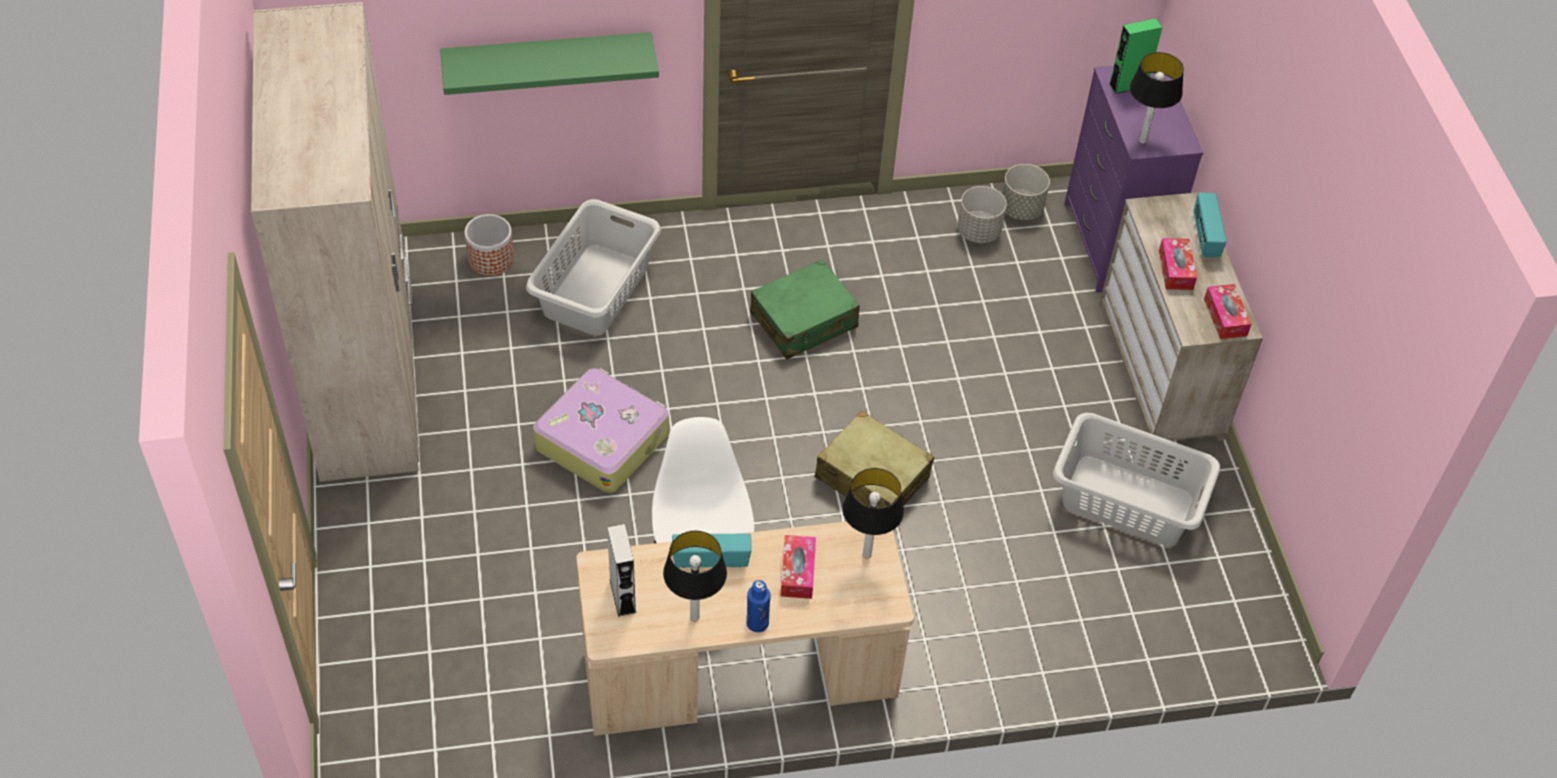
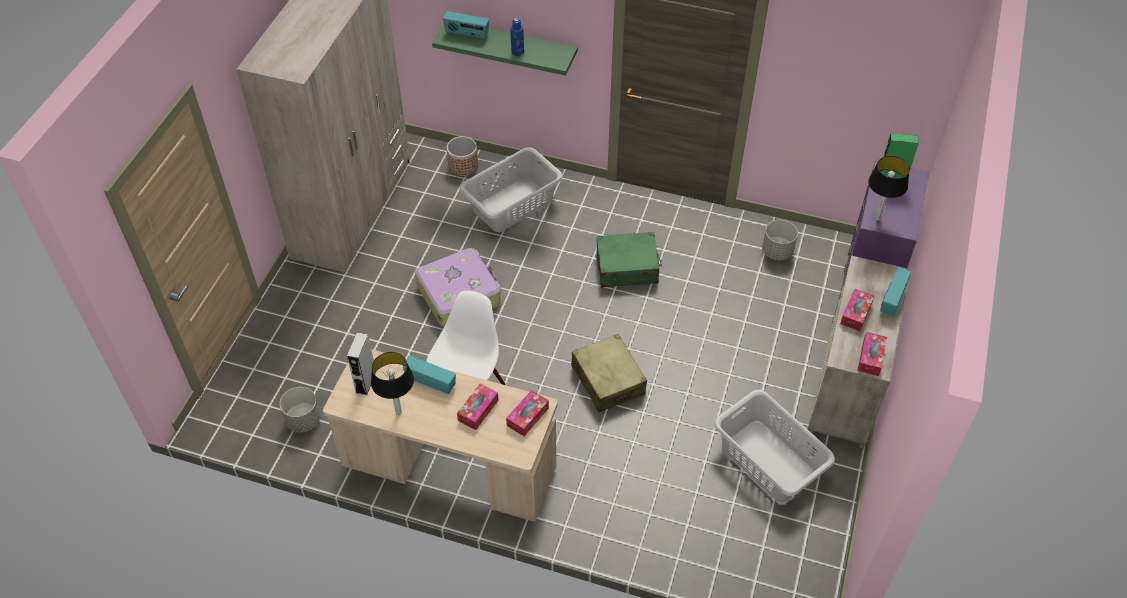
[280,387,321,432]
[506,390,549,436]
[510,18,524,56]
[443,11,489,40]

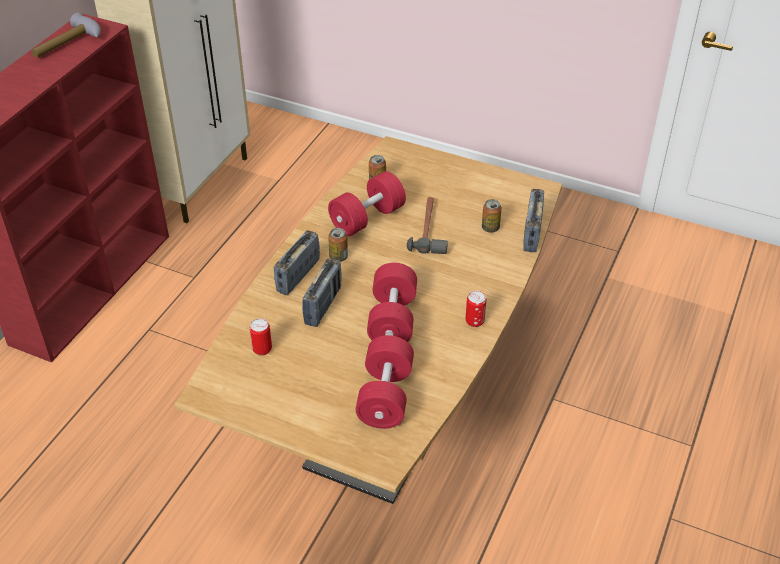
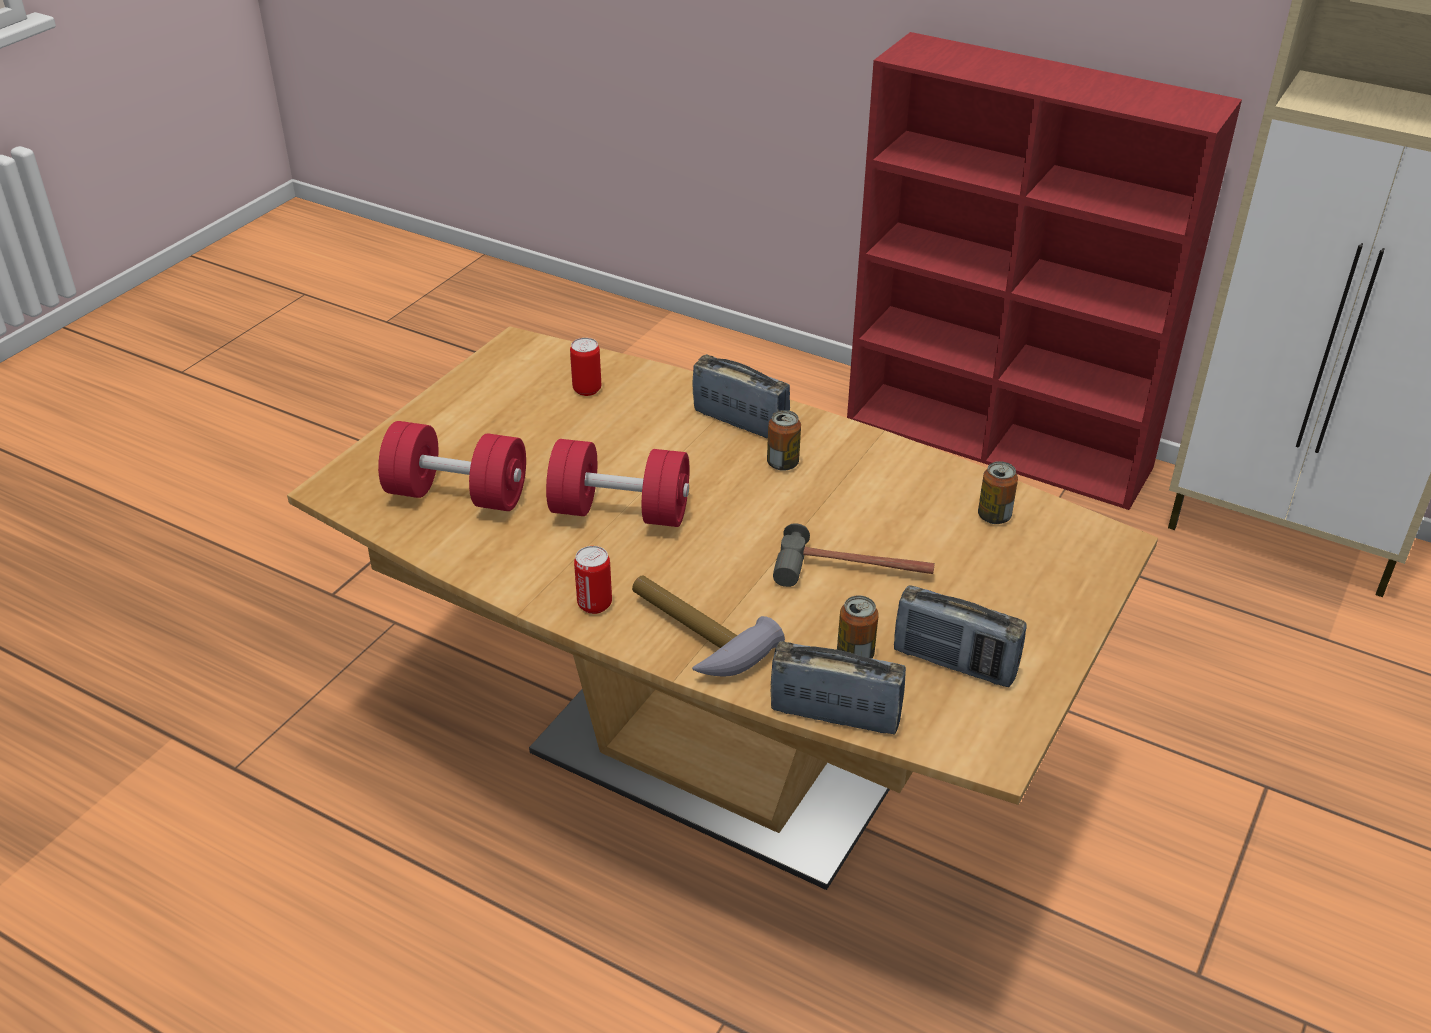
[632,575,785,677]
[328,171,406,236] (first image)
[894,585,1027,687]

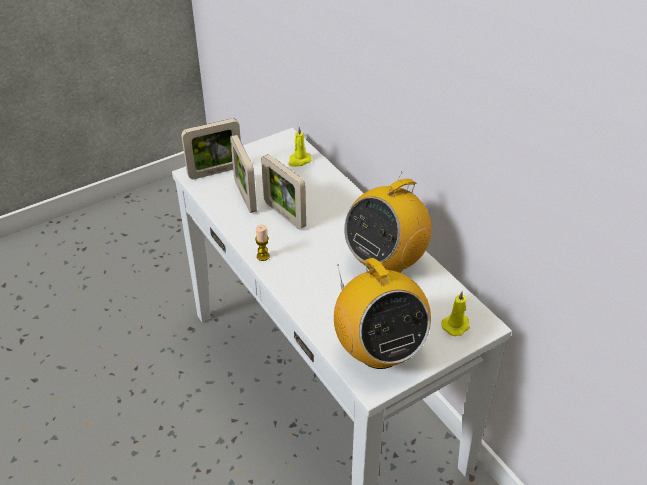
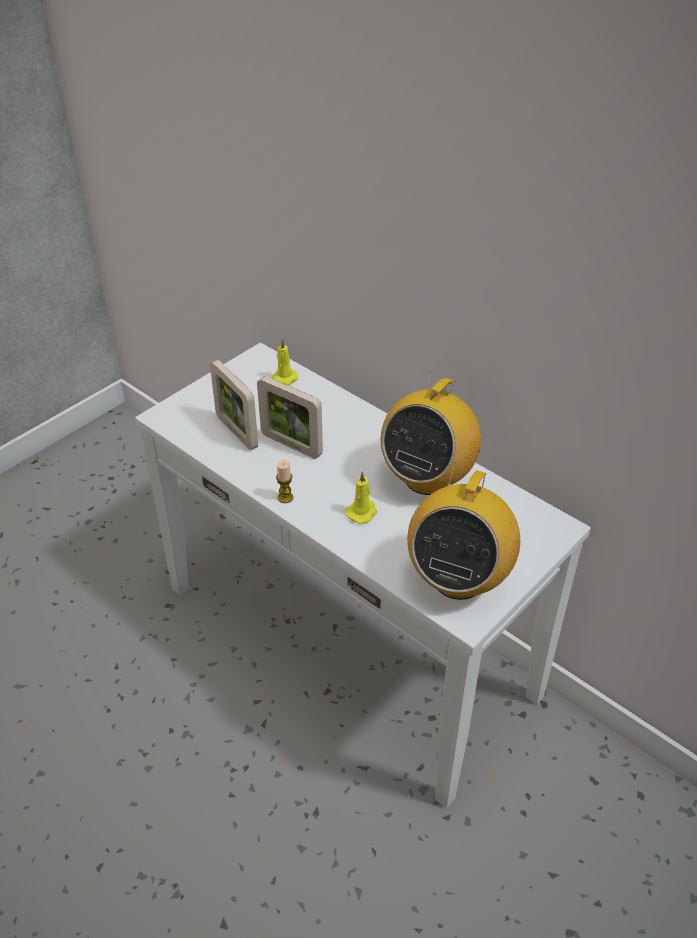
[181,118,241,179] (first image)
[407,462,520,600]
[346,471,377,524]

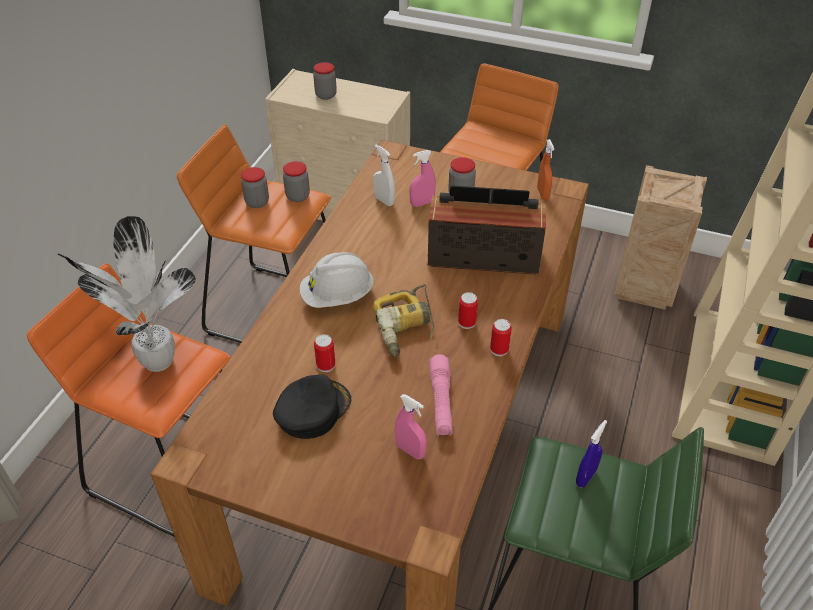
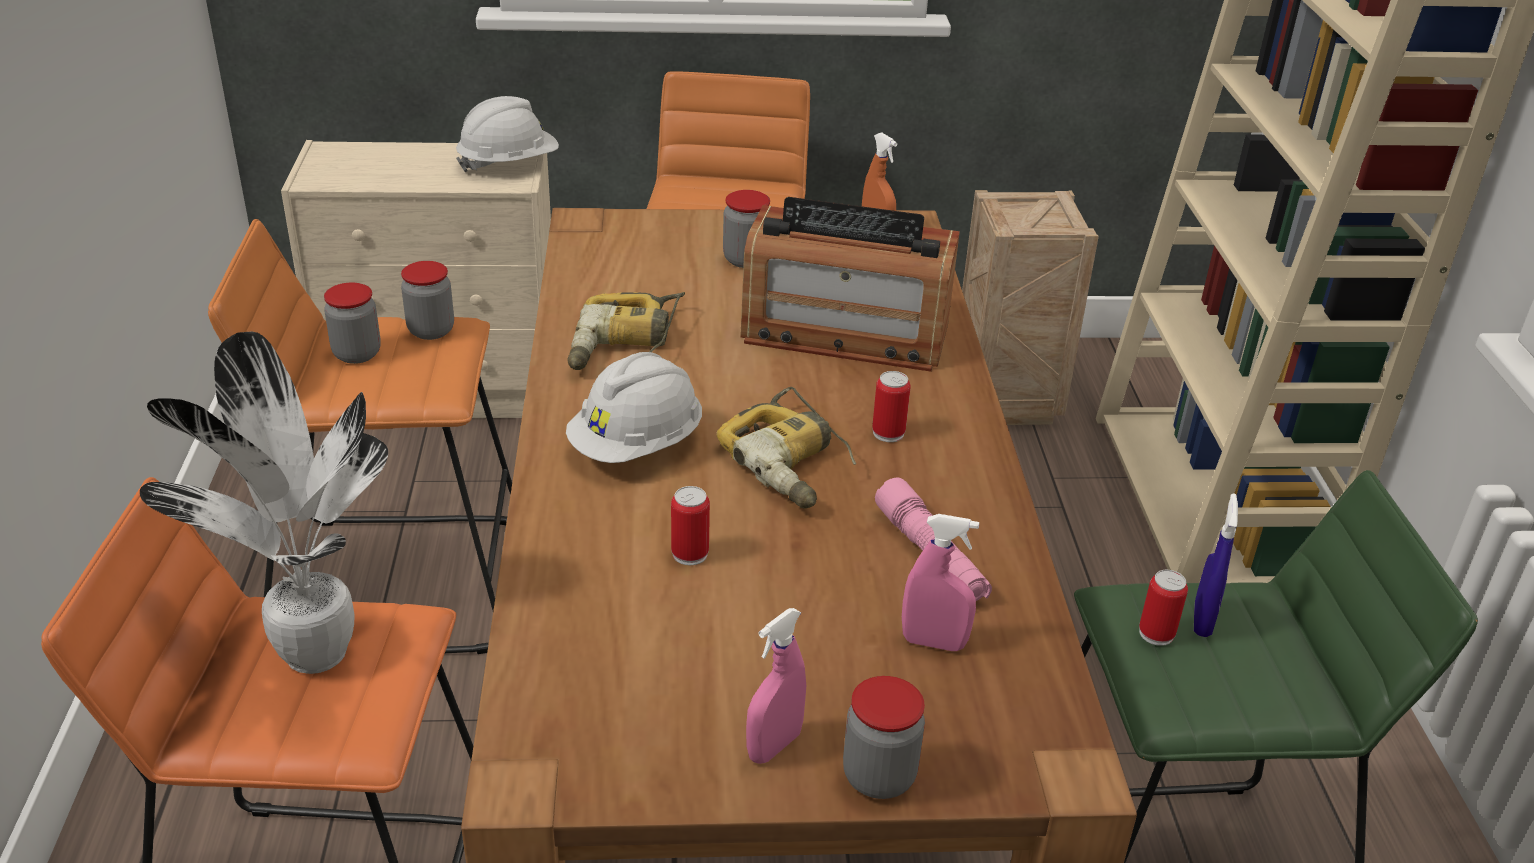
[843,676,925,799]
[373,145,395,206] (first image)
[746,608,806,764]
[740,197,960,372]
[1139,570,1188,646]
[273,374,351,439] (first image)
[456,96,559,172]
[567,292,685,370]

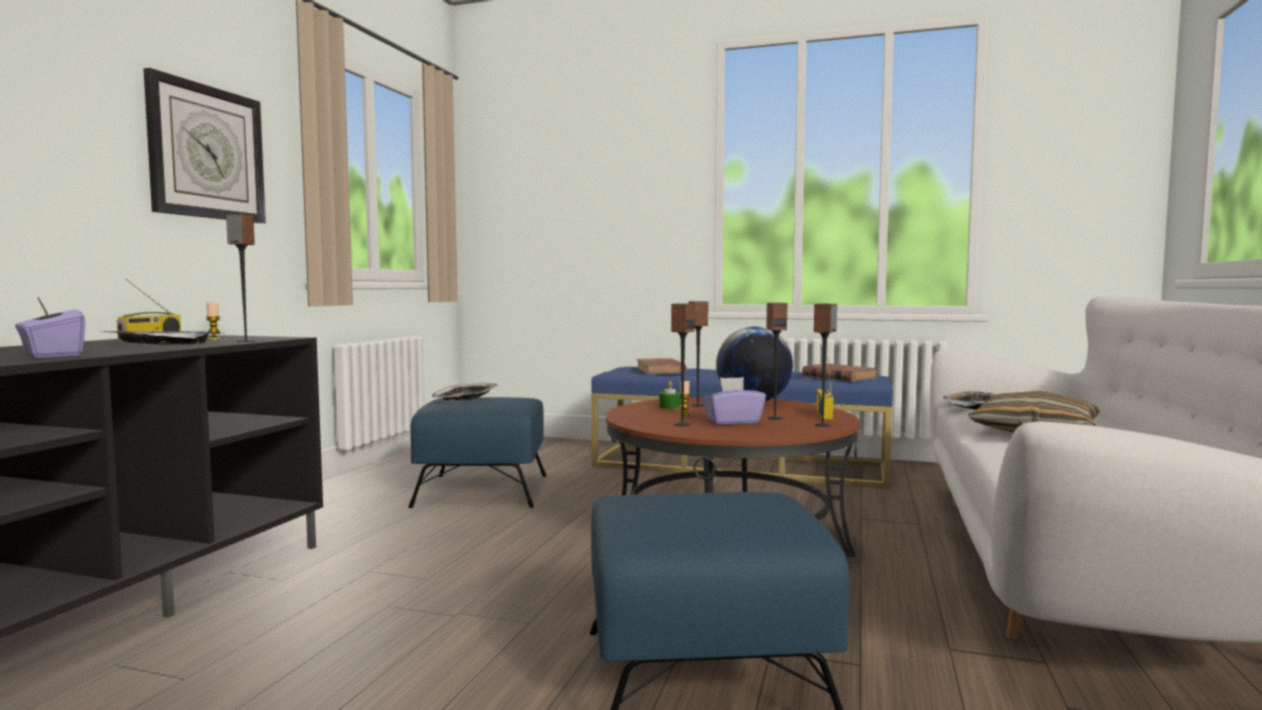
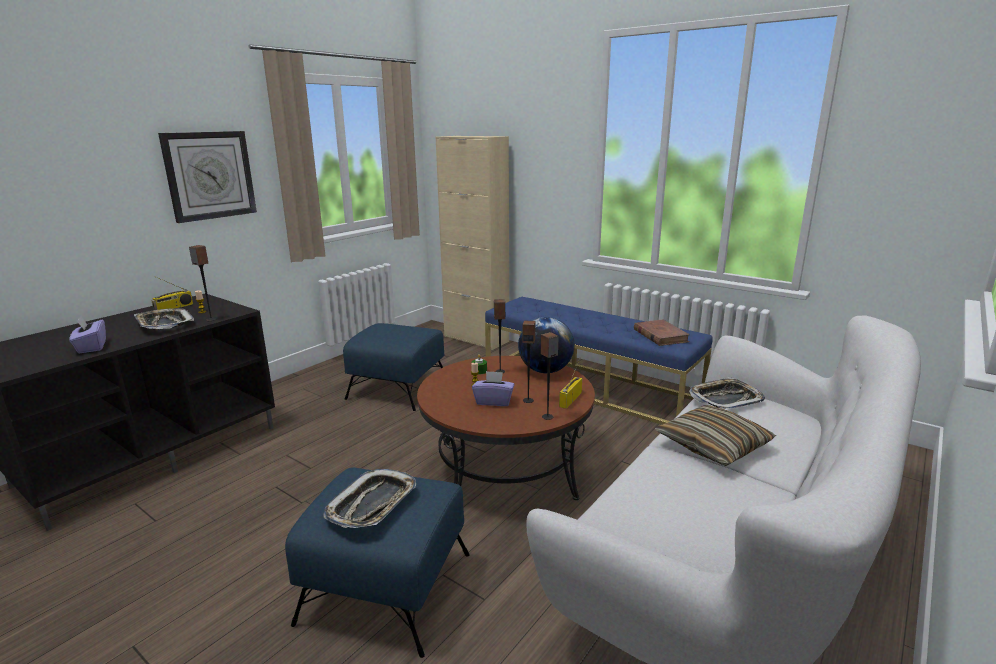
[671,303,695,426] (first image)
[636,358,687,374] (first image)
[323,469,416,528]
[436,136,509,350]

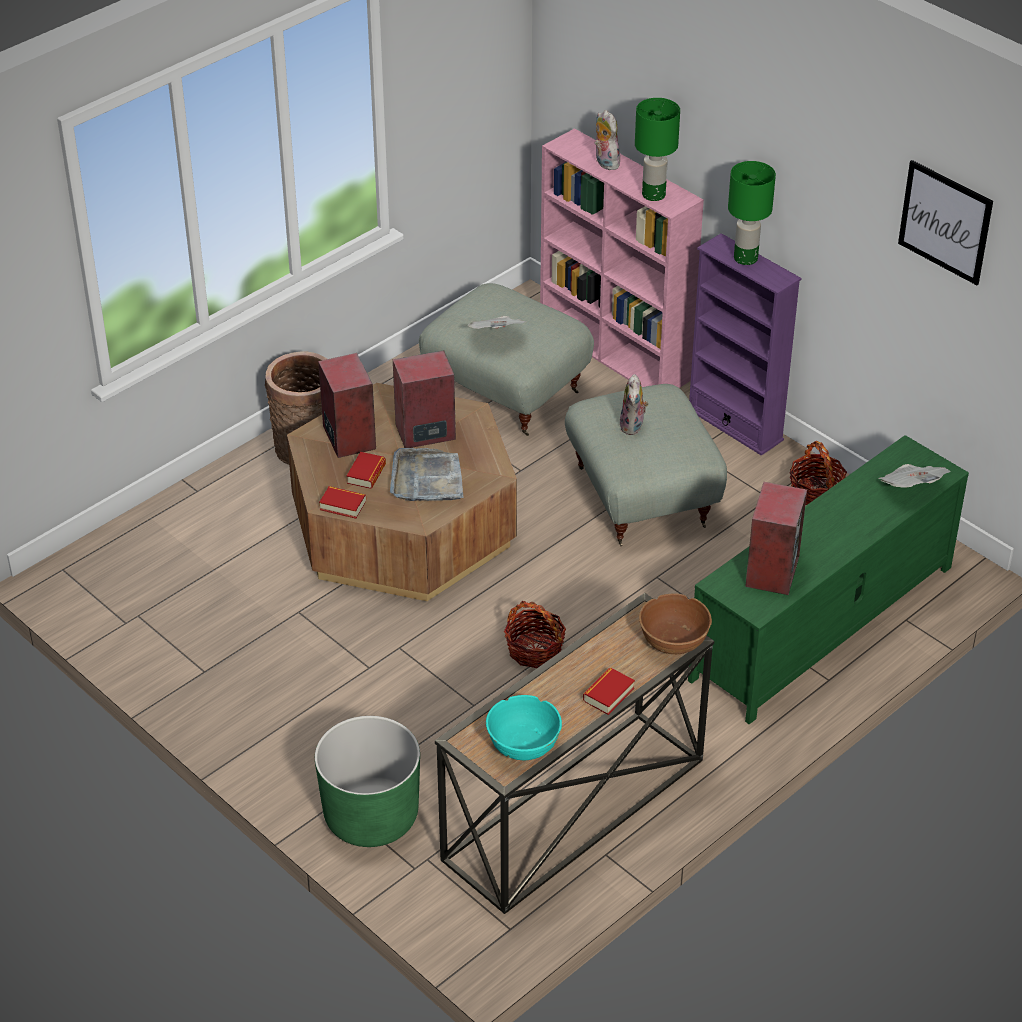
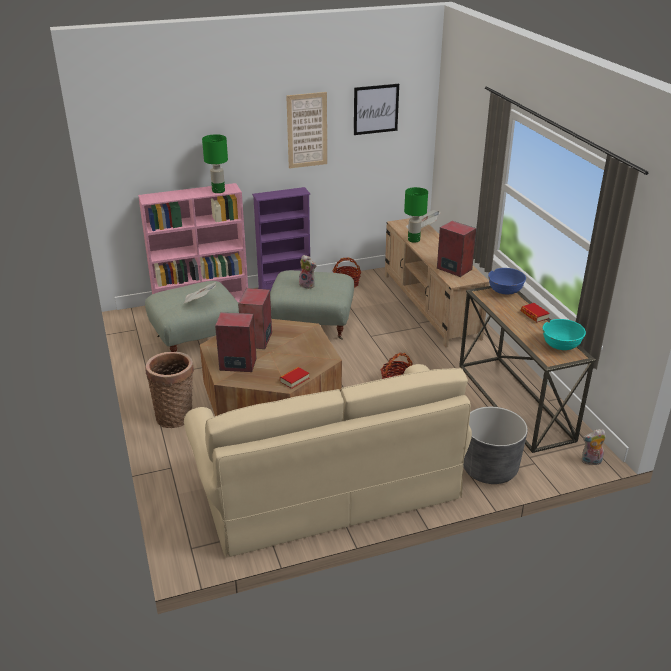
[582,429,606,465]
[404,187,428,243]
[385,218,490,347]
[390,448,464,501] (first image)
[347,452,386,489] (first image)
[488,268,526,294]
[463,407,528,484]
[286,92,327,169]
[184,364,472,558]

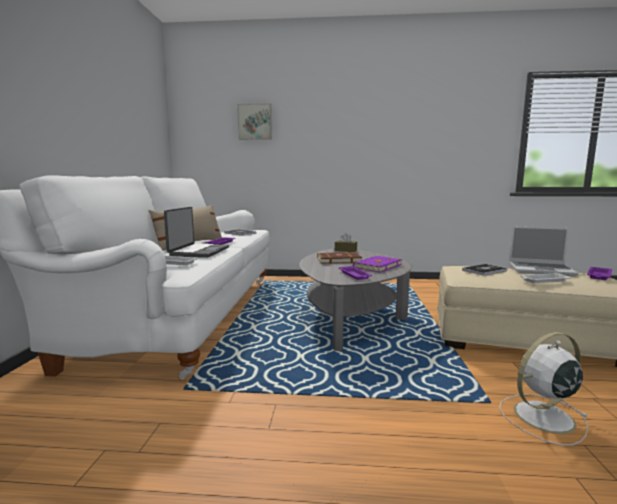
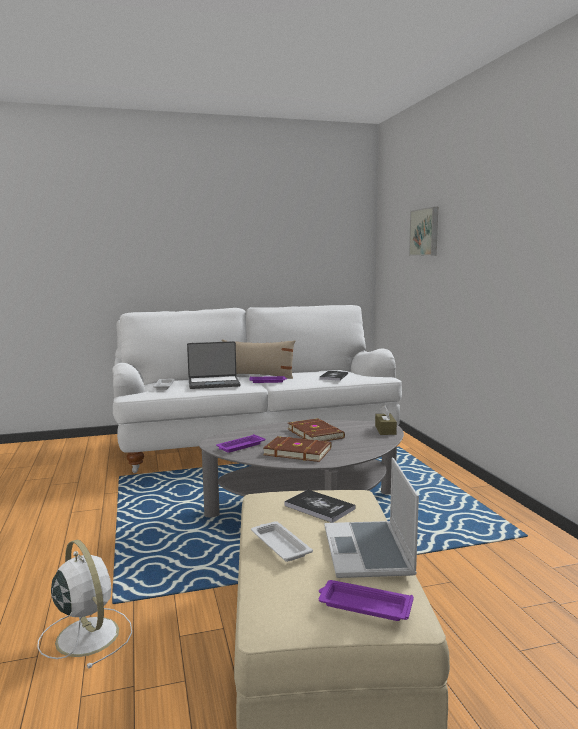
[263,436,331,462]

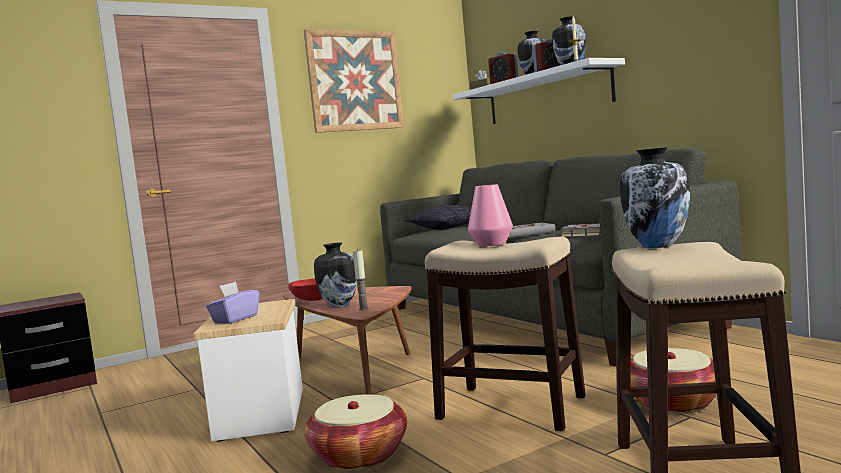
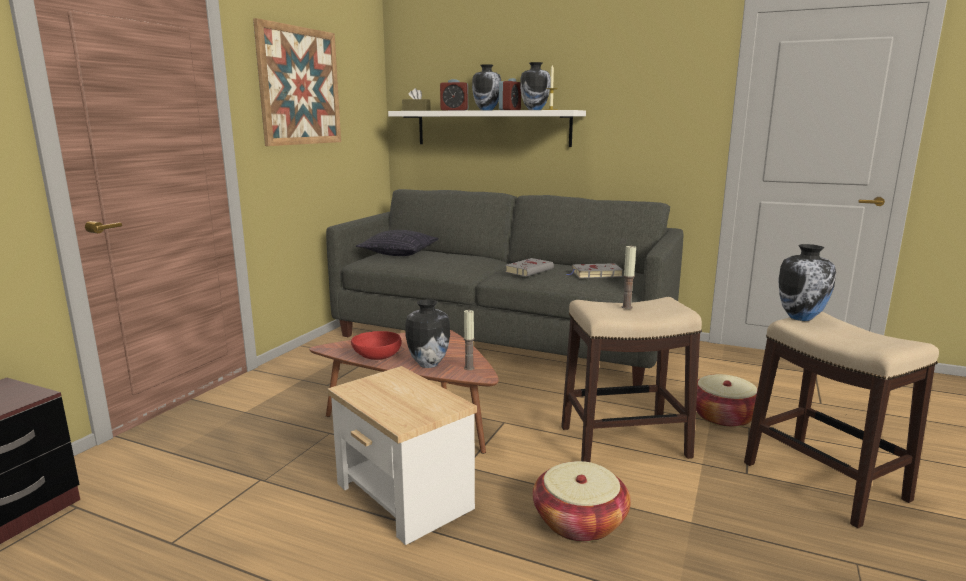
[622,246,636,309]
[206,281,259,324] (first image)

